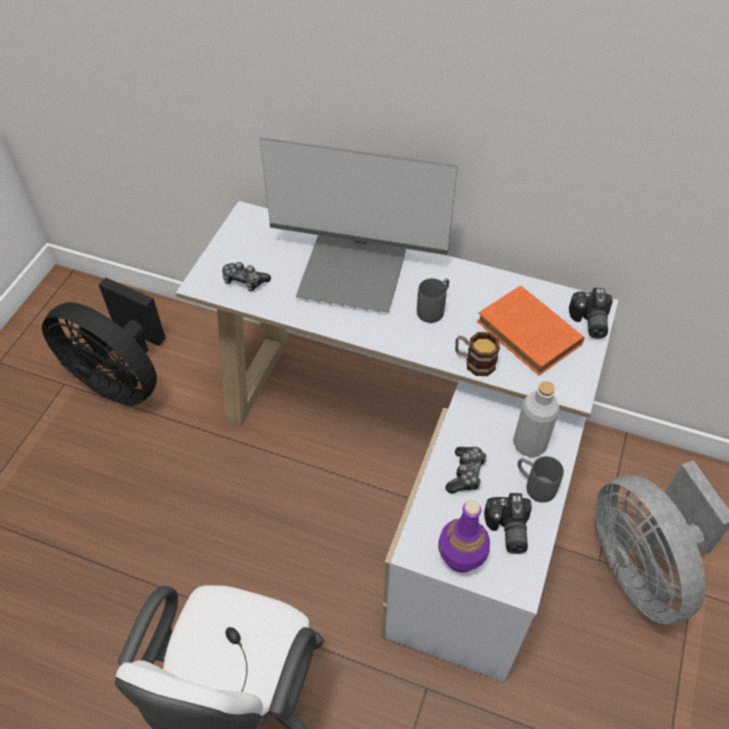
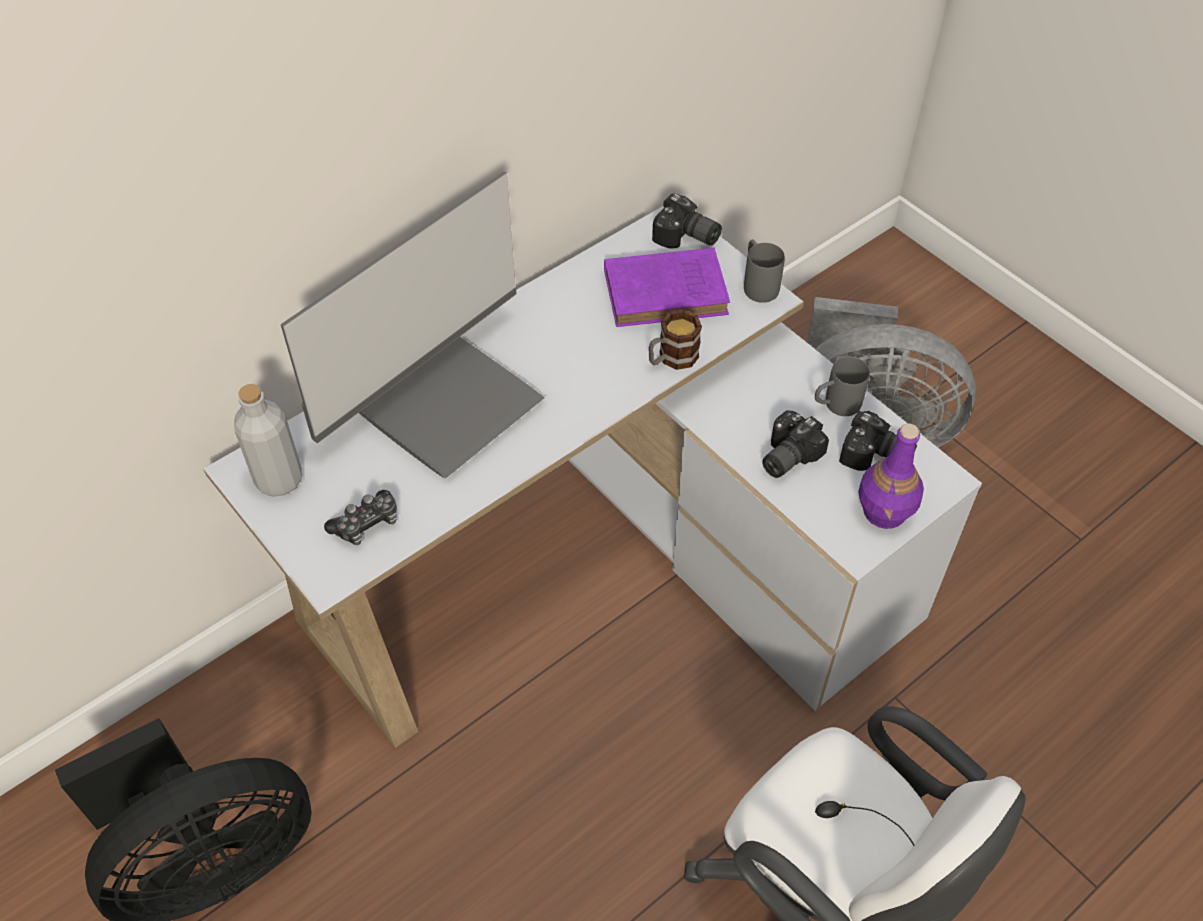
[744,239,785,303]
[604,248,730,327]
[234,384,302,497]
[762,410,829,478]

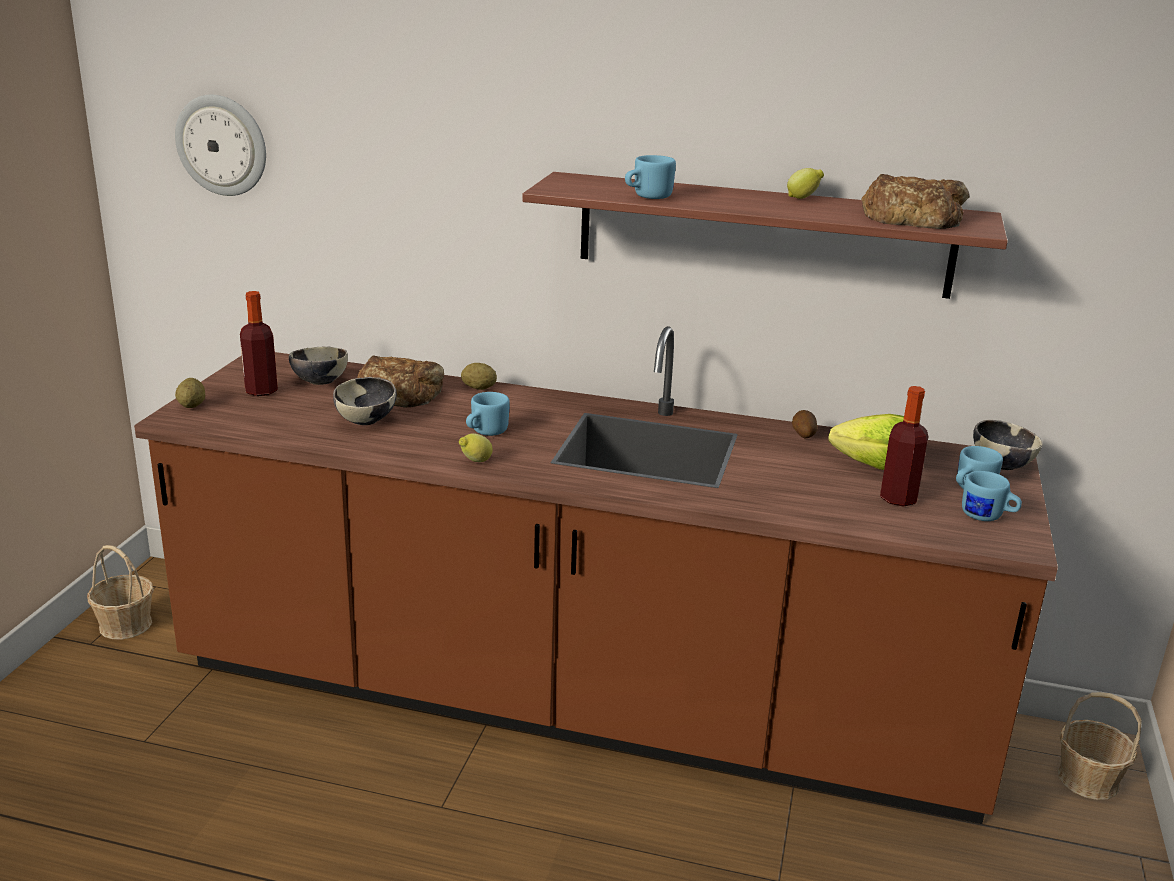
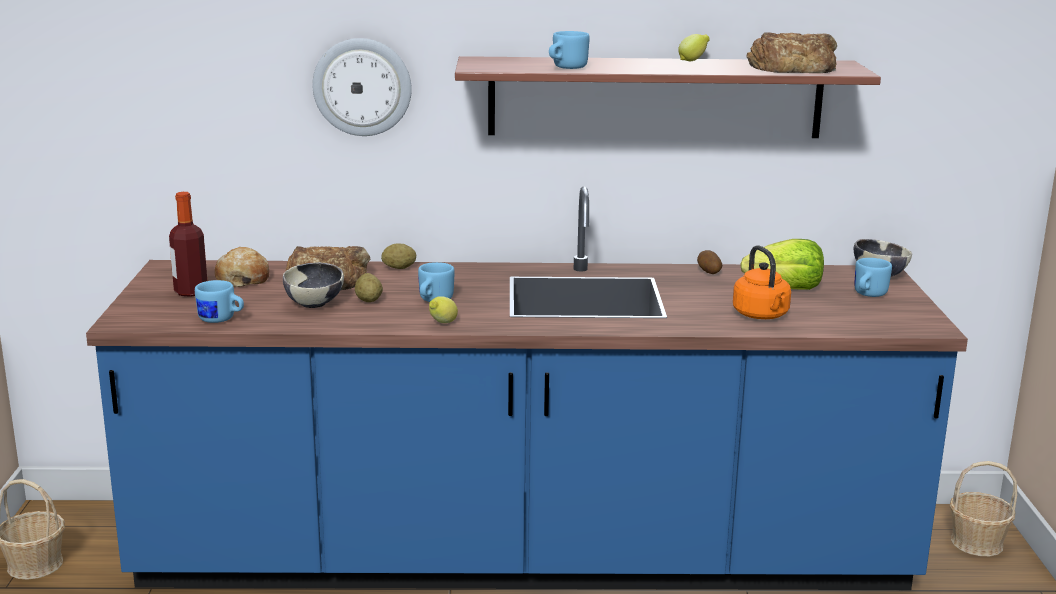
[312,38,412,136]
[86,186,968,590]
[215,247,269,287]
[355,273,383,302]
[880,386,929,506] (first image)
[195,280,244,323]
[733,245,791,319]

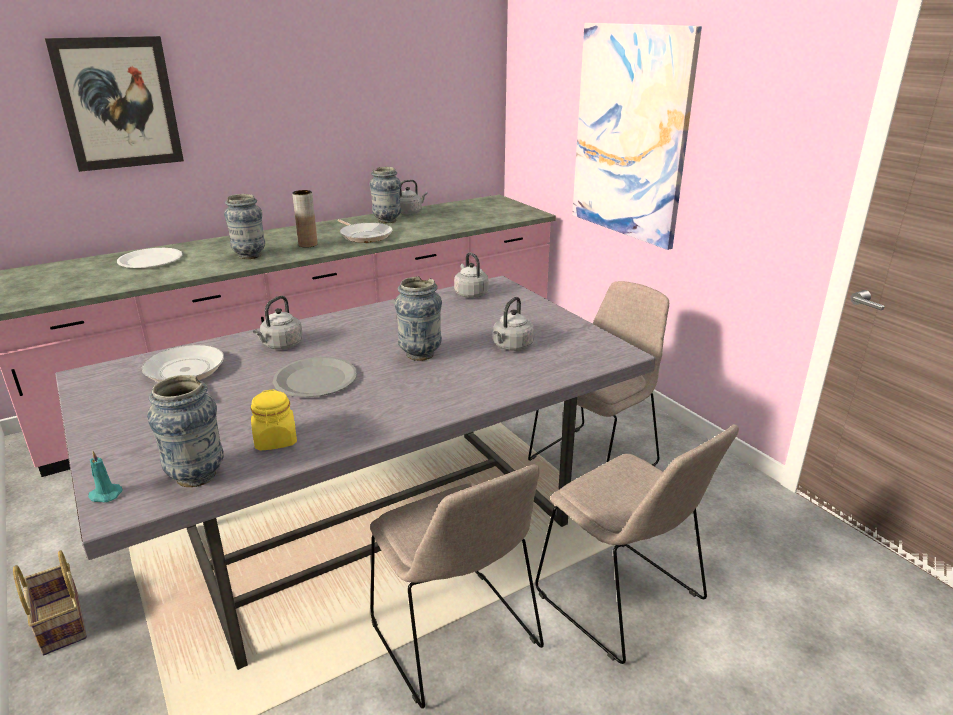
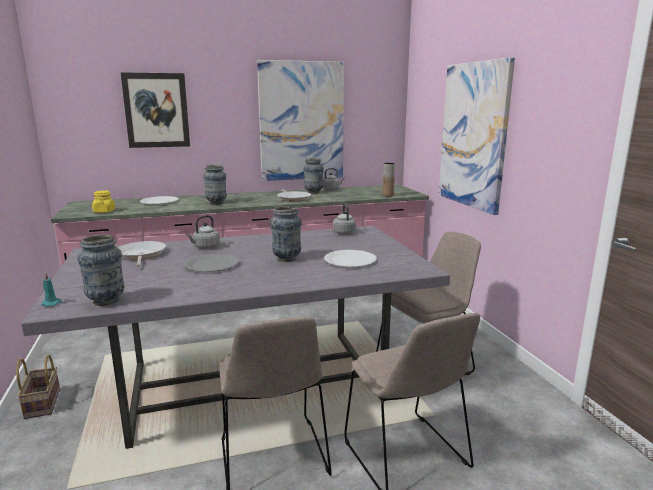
[382,163,395,197]
[324,250,377,267]
[92,190,115,213]
[257,60,344,181]

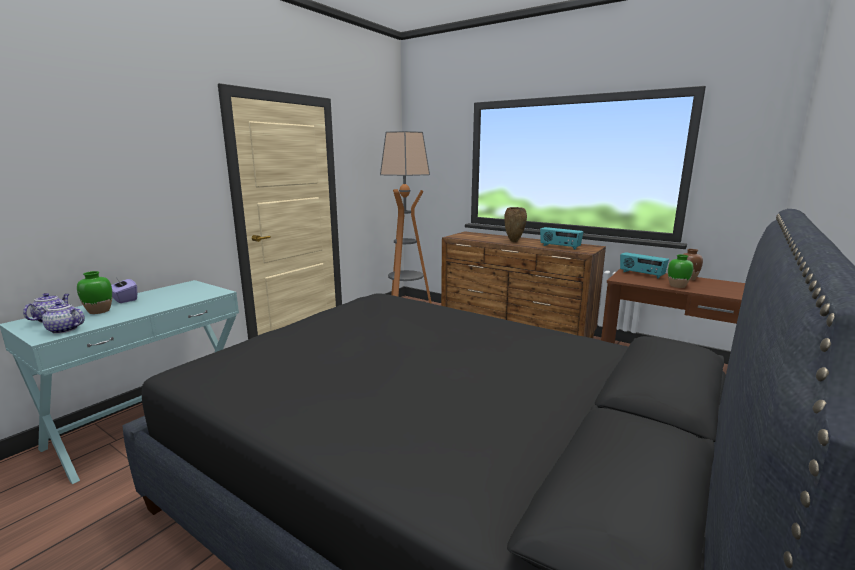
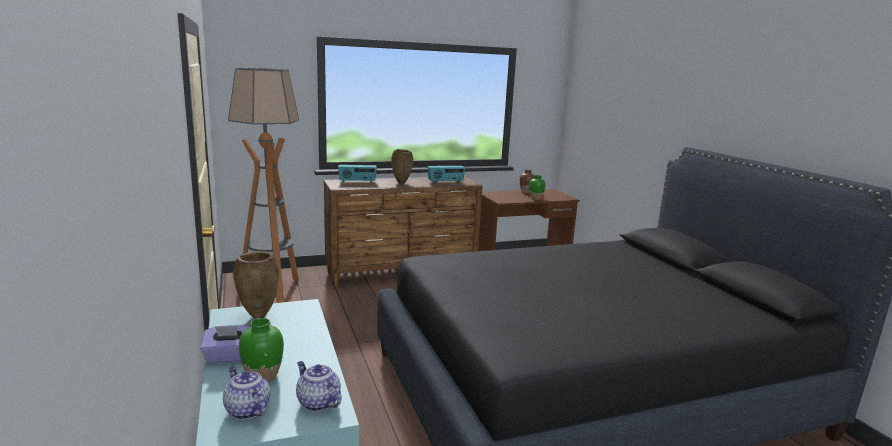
[338,165,377,183]
[296,361,342,412]
[233,251,279,319]

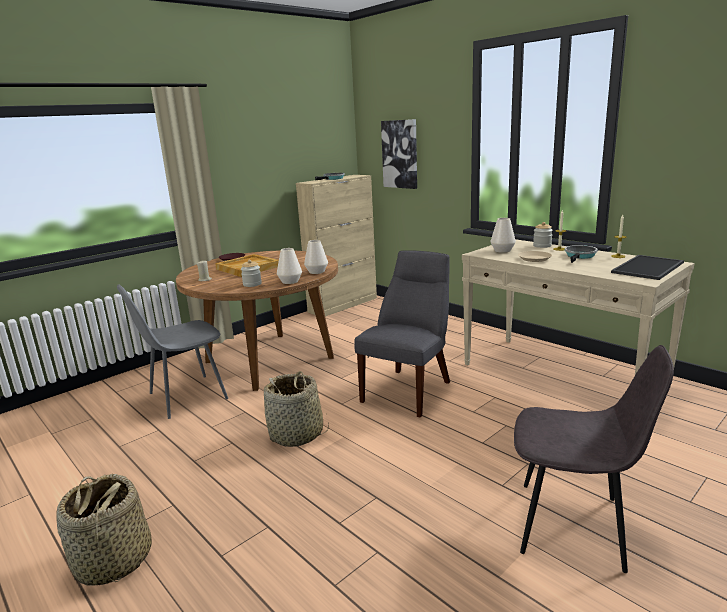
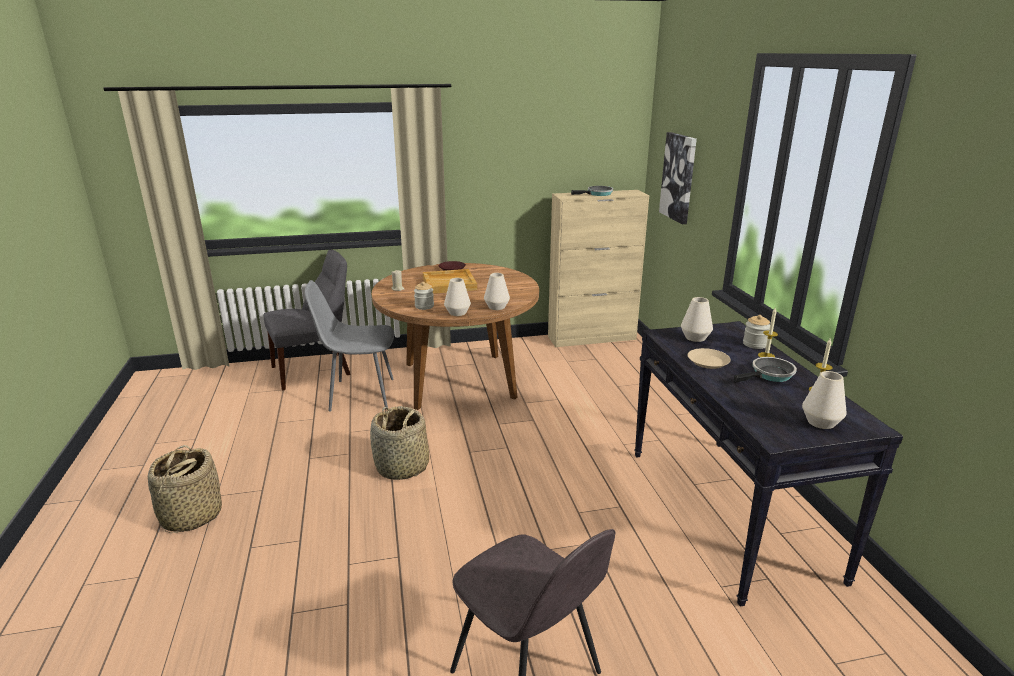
[634,321,903,607]
[263,250,351,390]
[802,371,847,429]

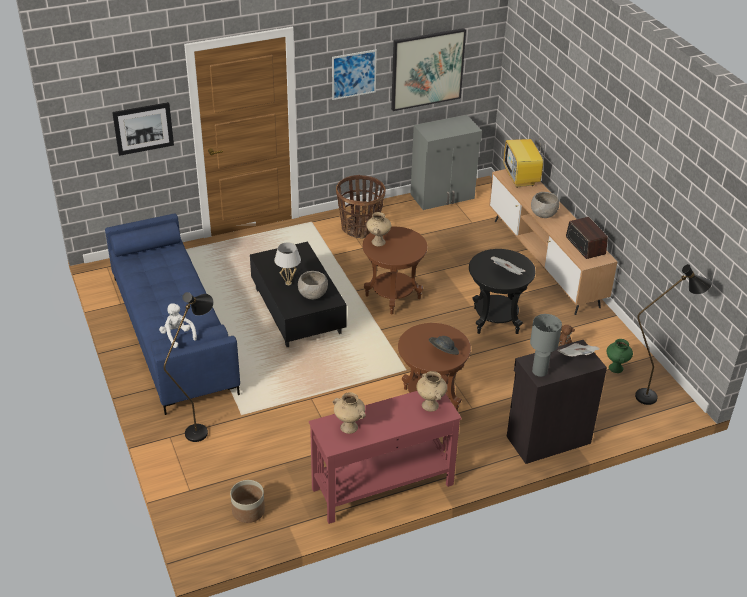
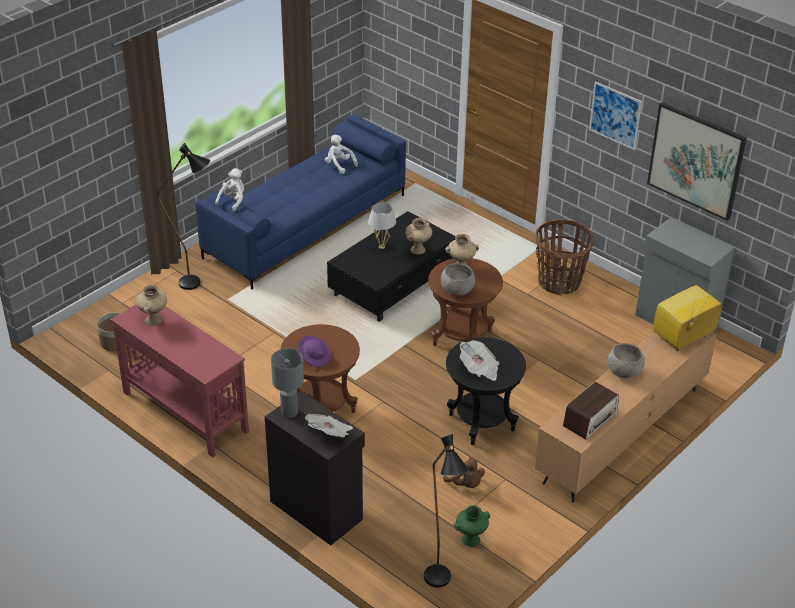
[112,102,174,156] (first image)
[441,263,475,296]
[298,336,331,367]
[405,218,432,254]
[325,135,358,174]

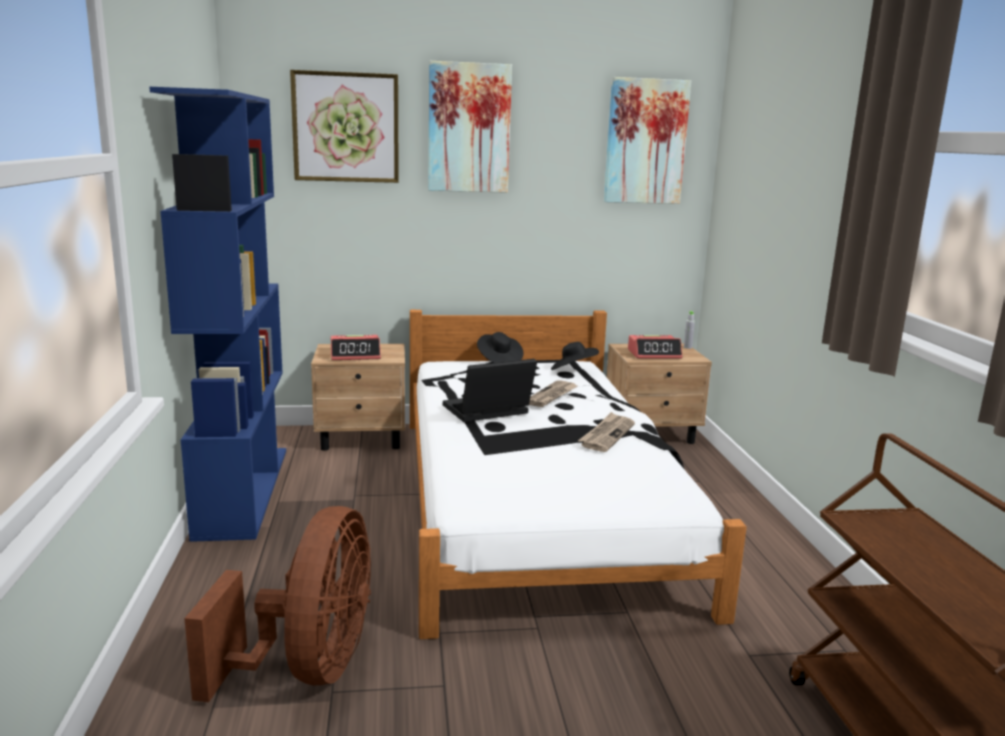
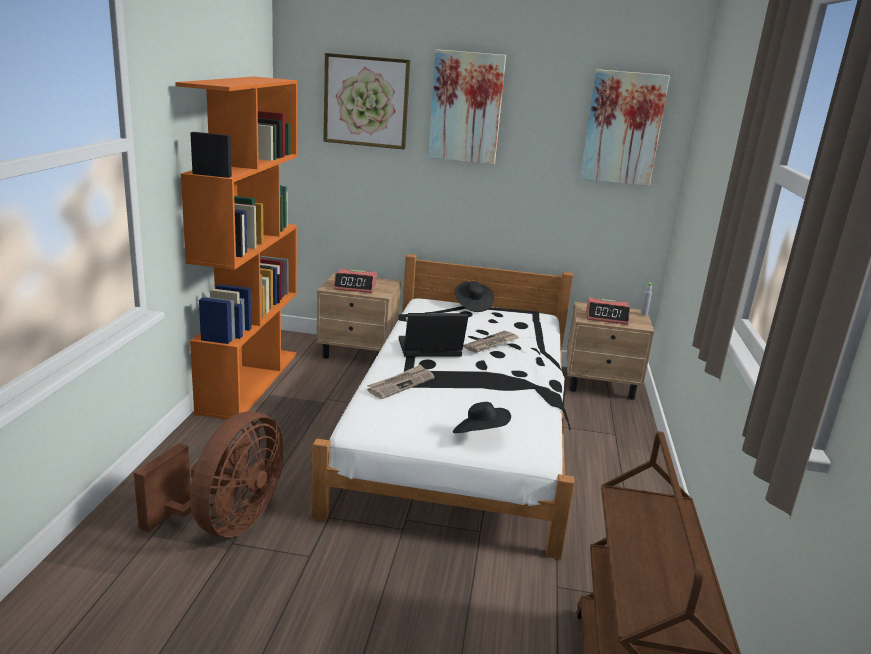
[175,77,297,419]
[453,402,511,433]
[367,364,434,399]

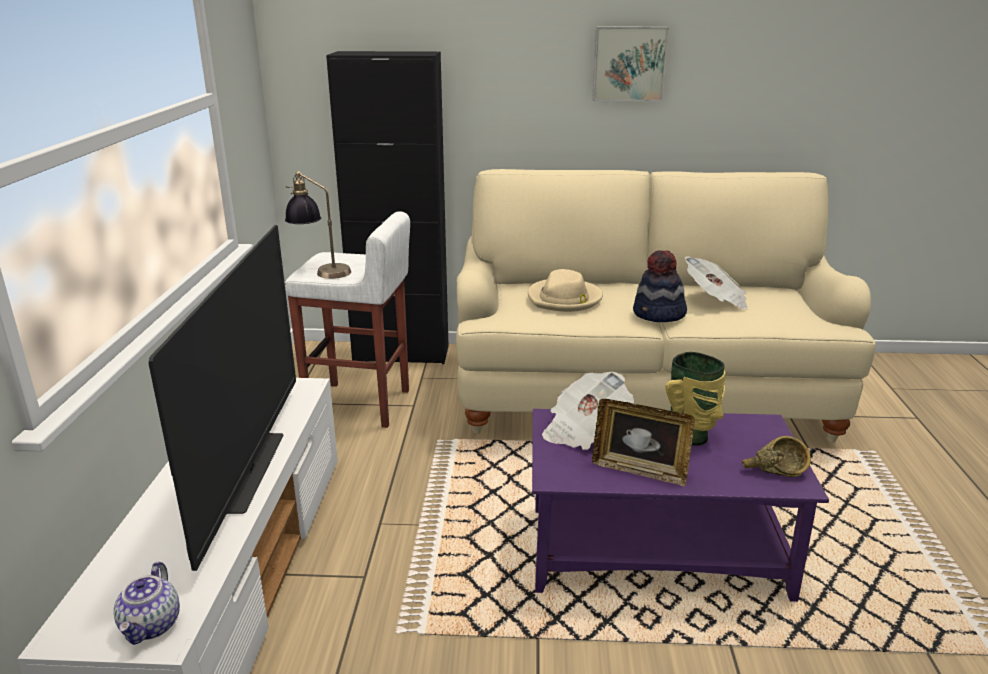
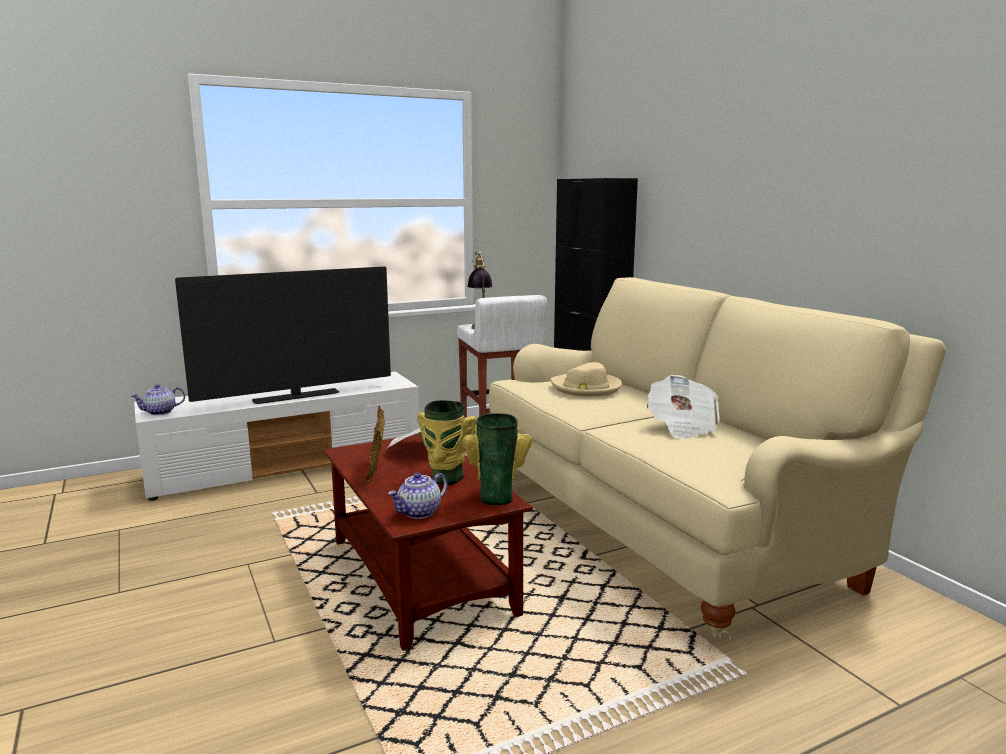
[592,27,669,101] (first image)
[633,250,687,322] (first image)
[323,435,533,651]
[388,473,448,519]
[463,413,532,505]

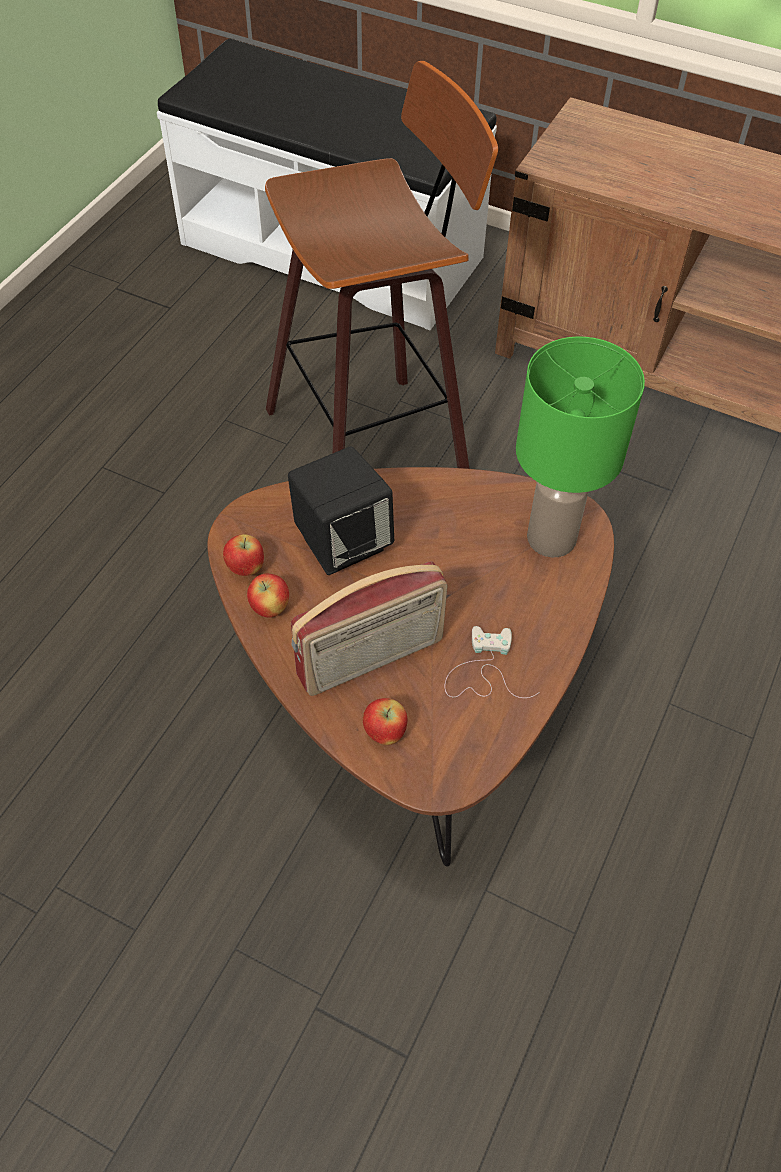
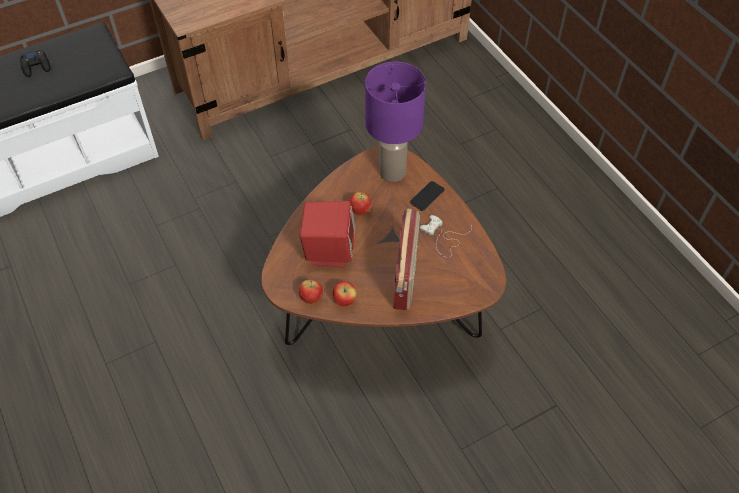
[265,61,498,469] (first image)
[365,62,426,182]
[300,201,355,267]
[349,192,372,215]
[20,50,50,77]
[410,181,445,211]

